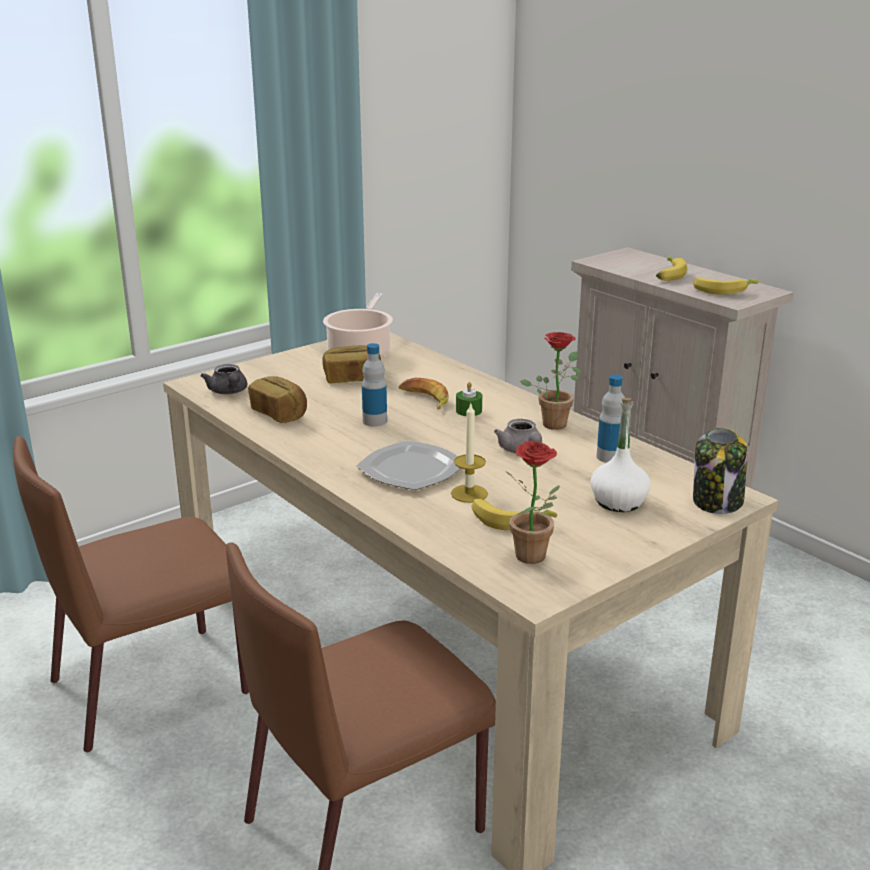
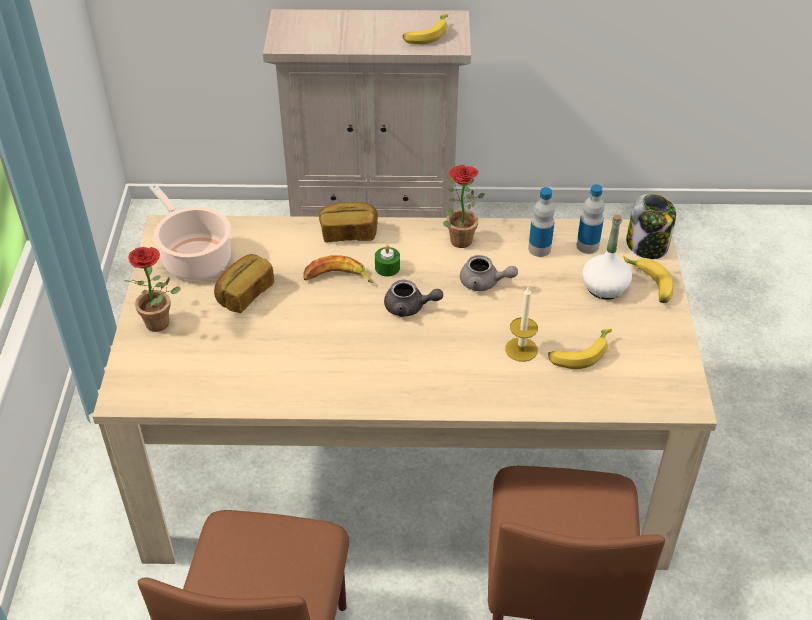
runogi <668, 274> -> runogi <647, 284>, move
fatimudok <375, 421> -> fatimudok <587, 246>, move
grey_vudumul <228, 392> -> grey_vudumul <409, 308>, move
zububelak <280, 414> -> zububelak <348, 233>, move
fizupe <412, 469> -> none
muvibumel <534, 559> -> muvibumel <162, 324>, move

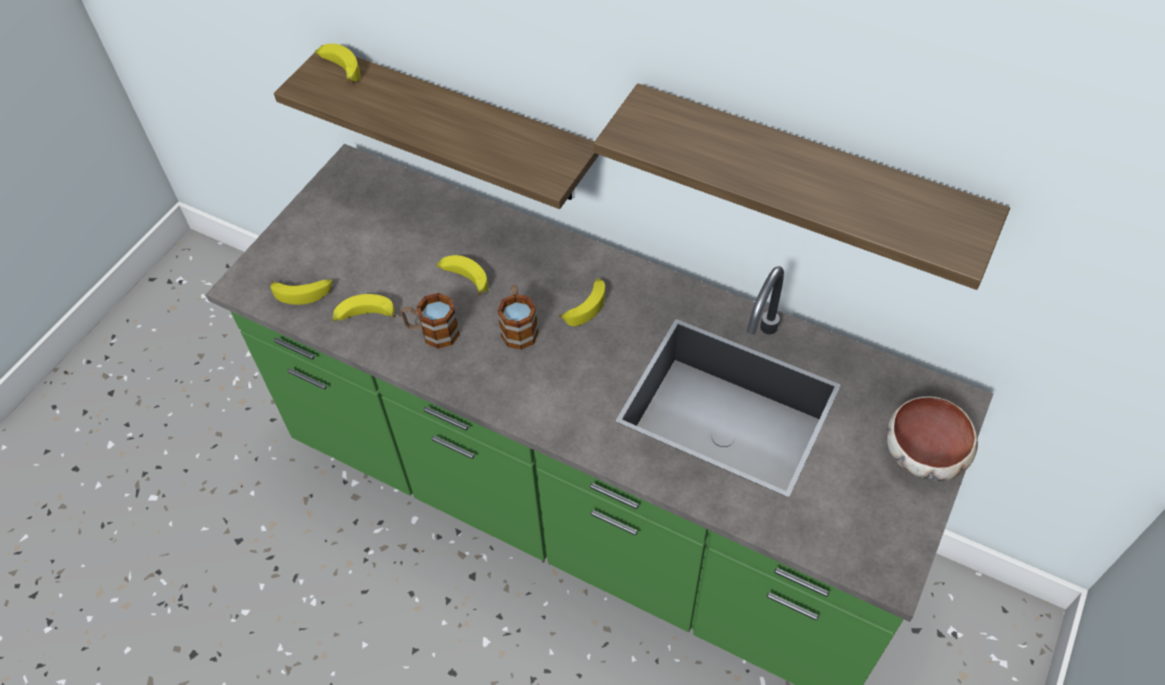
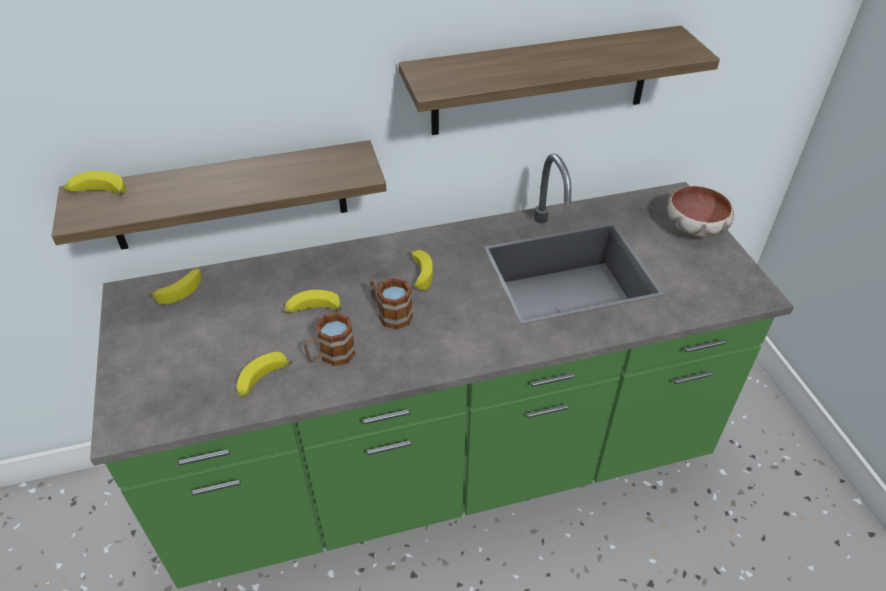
runogi <304, 292> -> runogi <180, 289>, move

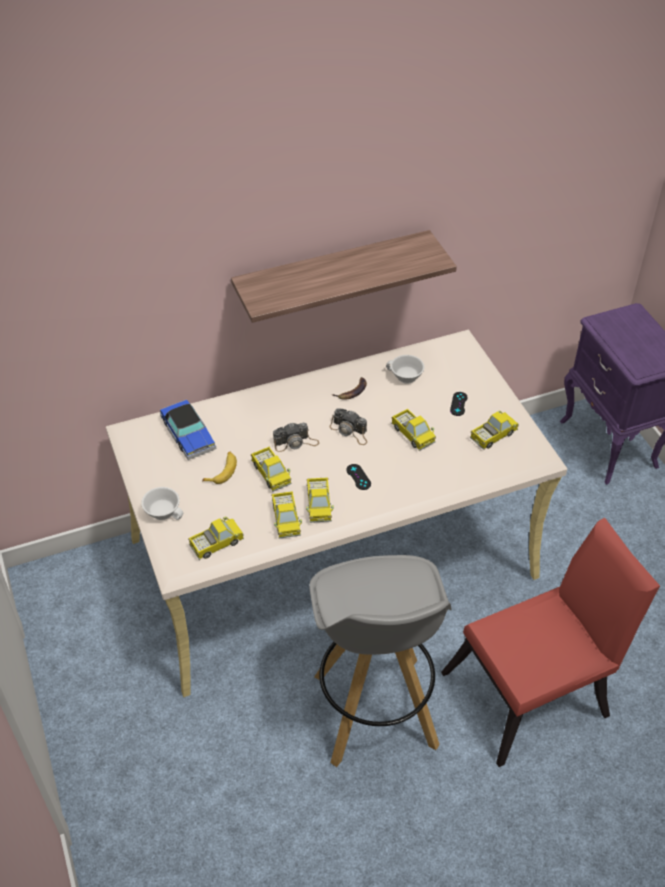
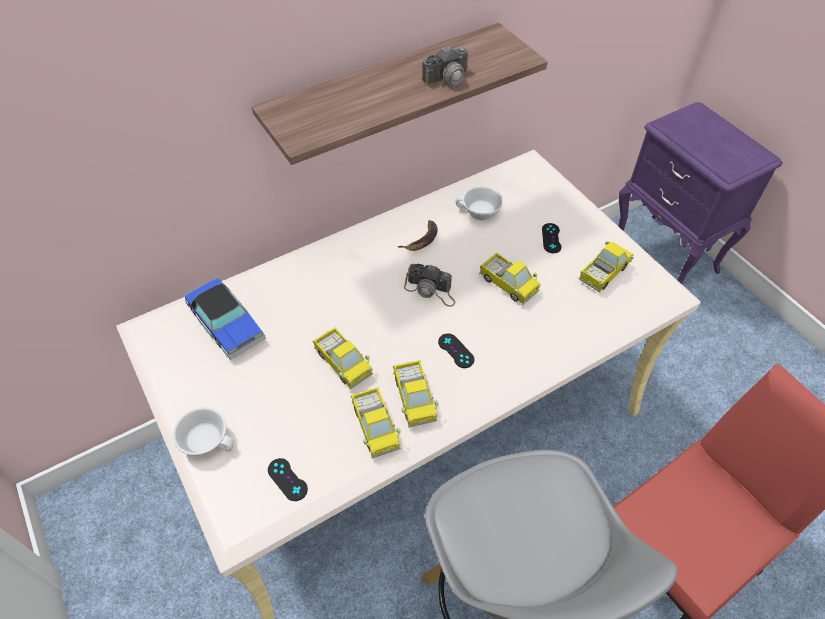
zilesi <296, 442> -> zilesi <453, 78>, move
runogi <222, 471> -> none
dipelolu <216, 544> -> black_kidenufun <287, 479>

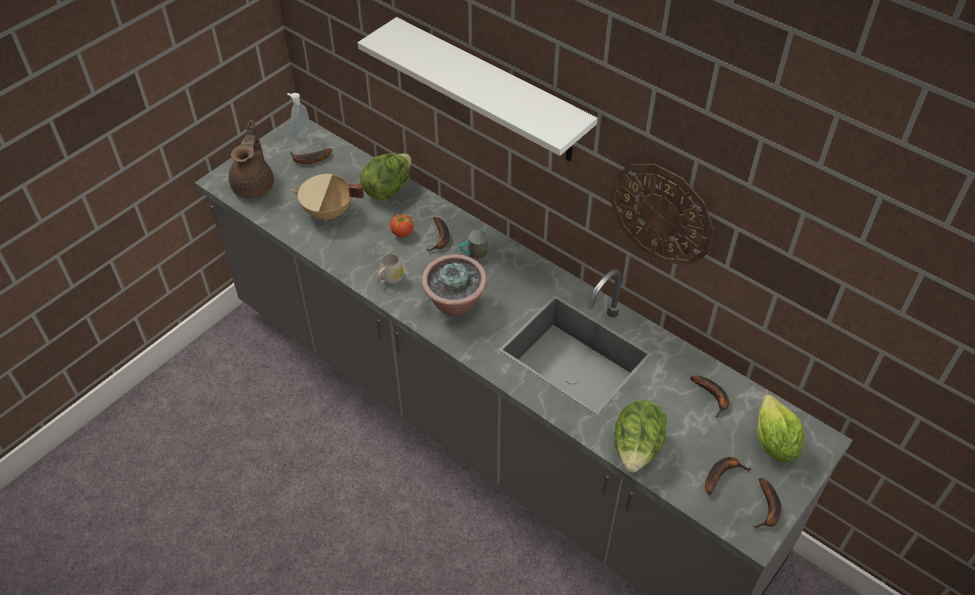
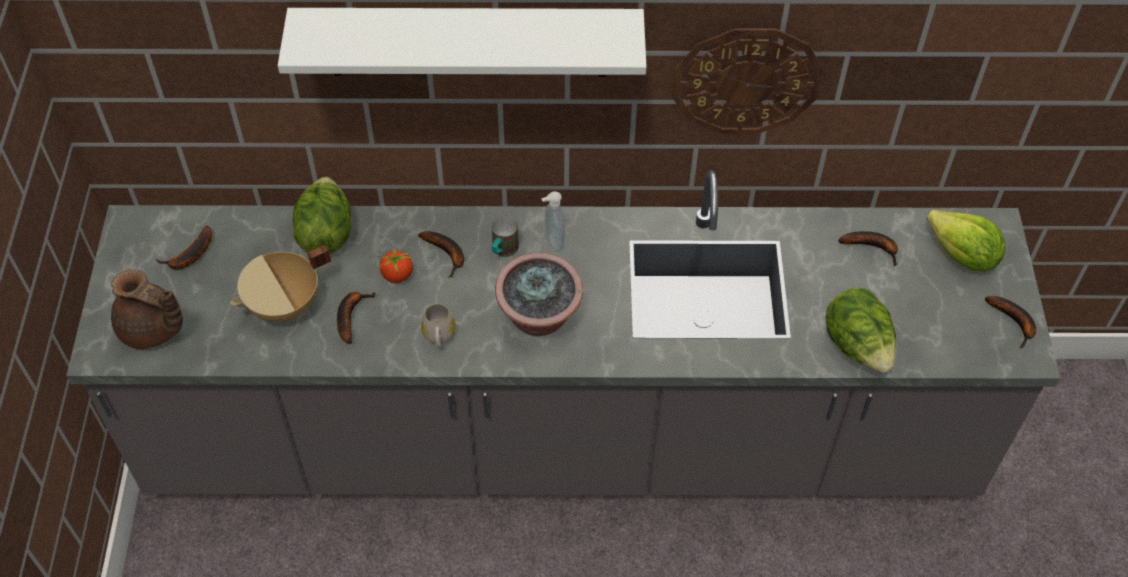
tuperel <301, 133> -> tuperel <552, 242>, move
brown_vudumul <254, 185> -> brown_vudumul <153, 330>, 150 degrees clockwise
runogi <722, 474> -> runogi <350, 316>, move

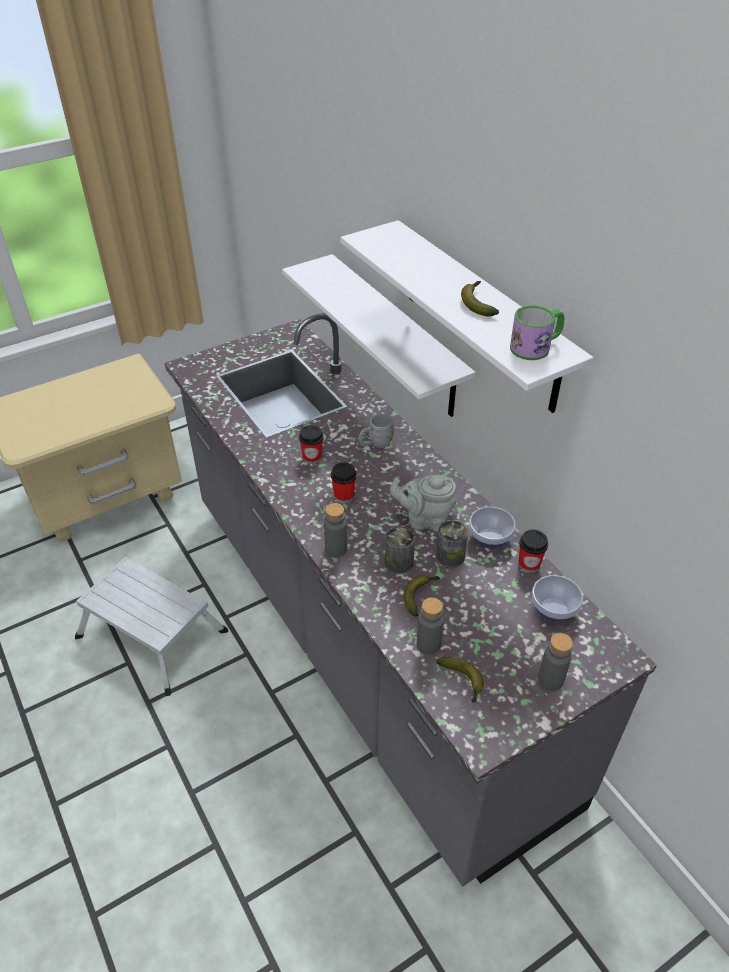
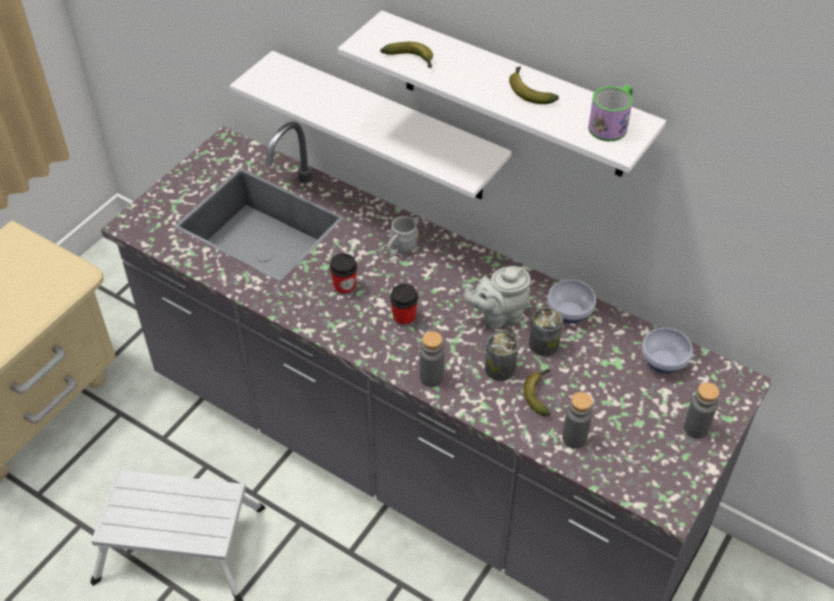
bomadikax <529, 564> -> none
runogi <463, 682> -> runogi <412, 60>, move

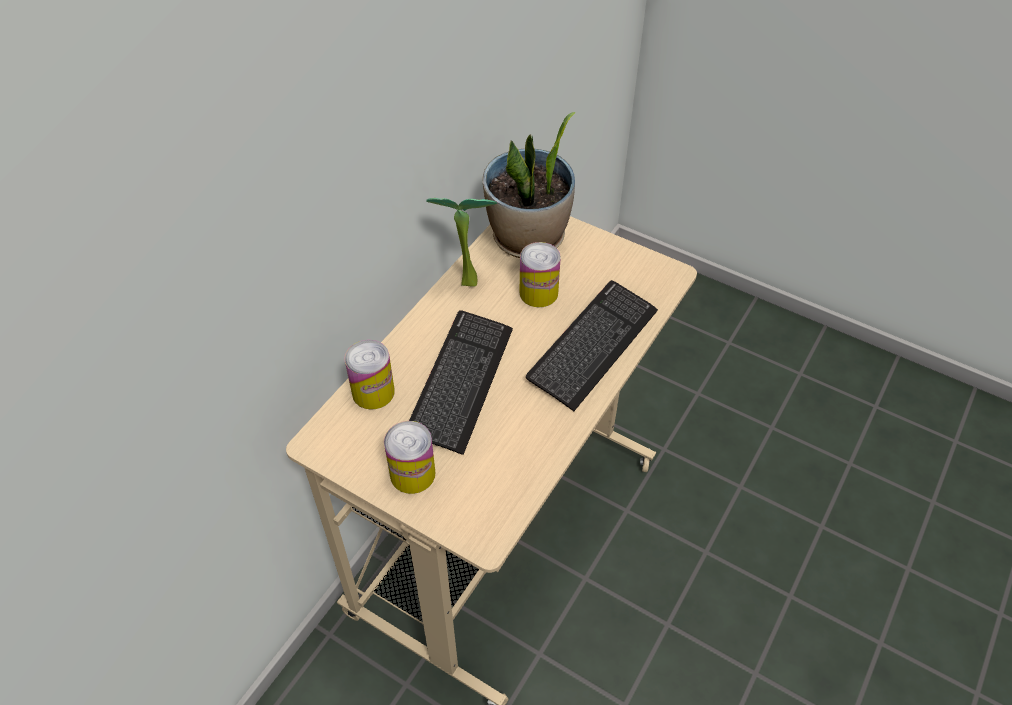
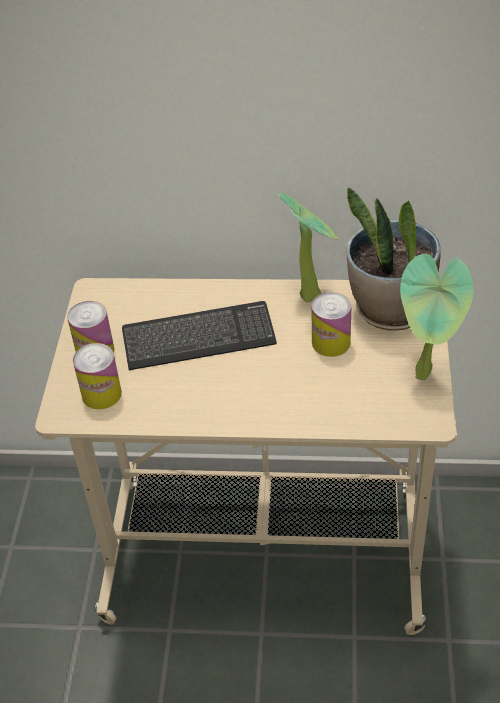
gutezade <593, 346> -> none
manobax <373, 392> -> manobax <101, 394>, move
none -> muvibumel <427, 374>

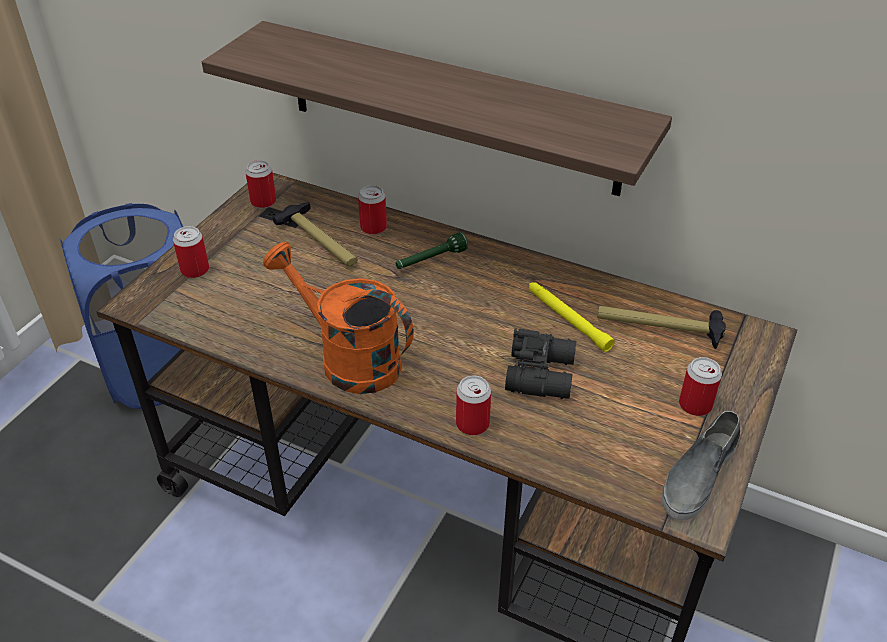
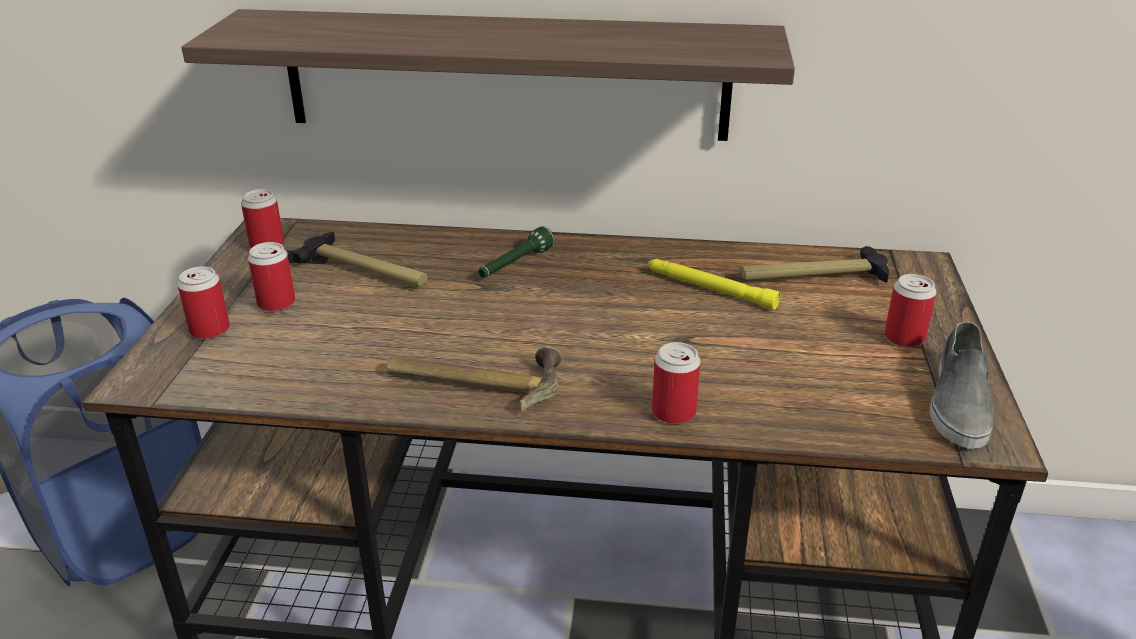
manobax <373, 227> -> manobax <276, 303>, move
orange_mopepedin <348, 359> -> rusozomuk <475, 380>
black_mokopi <542, 373> -> none

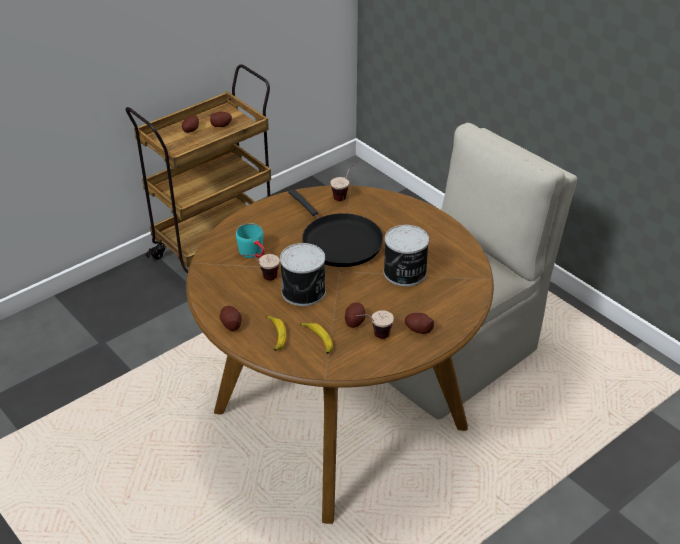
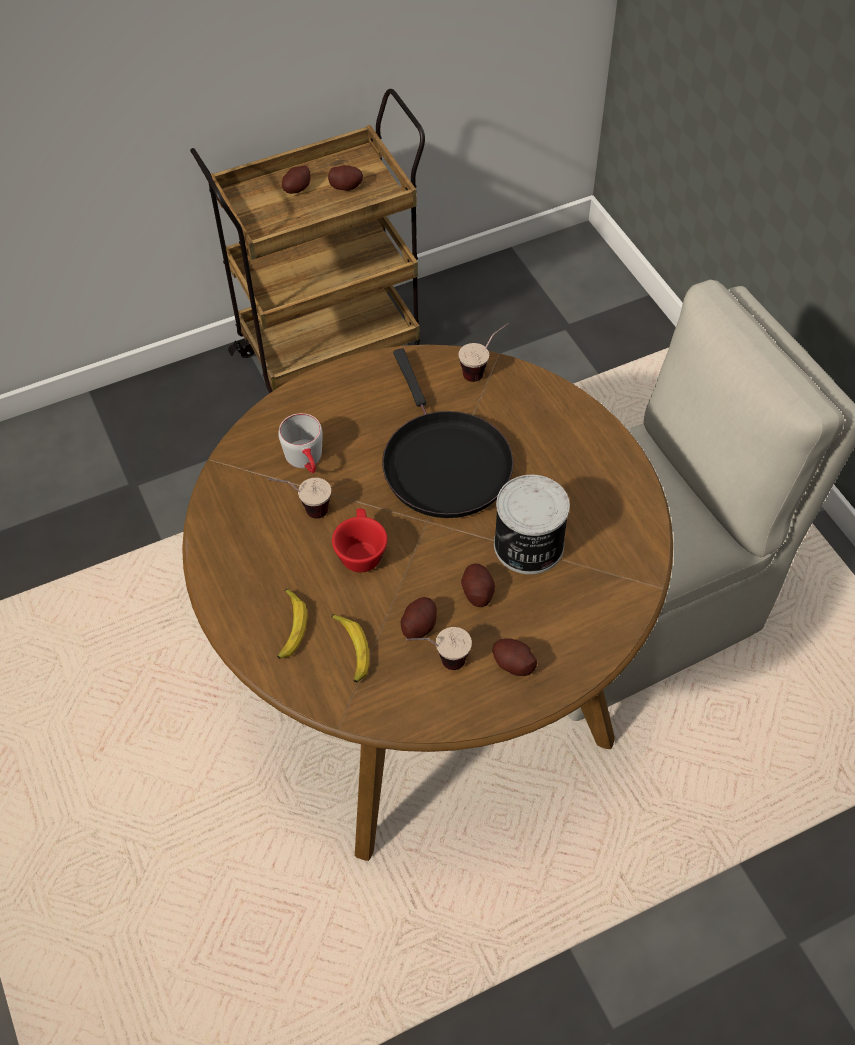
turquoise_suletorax <254, 254> -> grey_suletorax <307, 461>
manobax <304, 292> -> red_bomadikax <360, 551>
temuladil <231, 324> -> temuladil <477, 592>, move

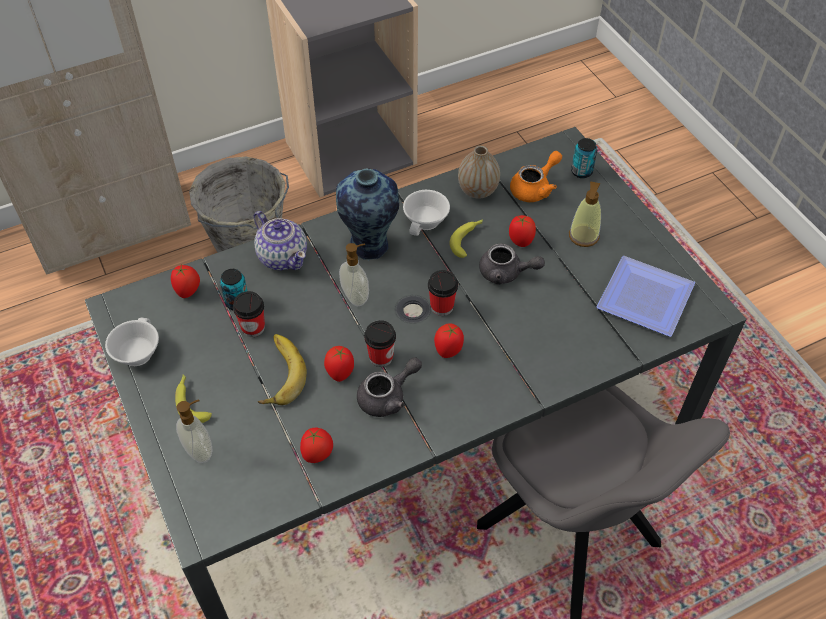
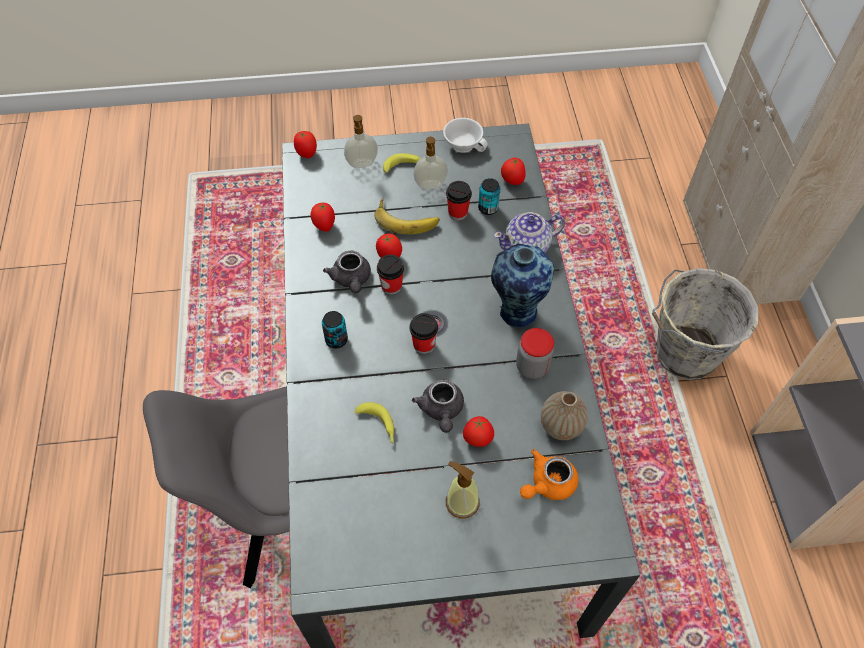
manobax <581, 172> -> manobax <336, 340>, move
orange_vudumul <535, 188> -> orange_vudumul <547, 484>, 75 degrees clockwise
white_bomadikax <427, 222> -> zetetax <532, 367>
runogi <468, 239> -> runogi <378, 425>, move
tuperel <356, 296> -> tuperel <430, 186>, move
grey_vudumul <506, 273> -> grey_vudumul <441, 410>, 45 degrees counterclockwise
fizupe <648, 297> -> none
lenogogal <448, 350> -> lenogogal <306, 153>, move

